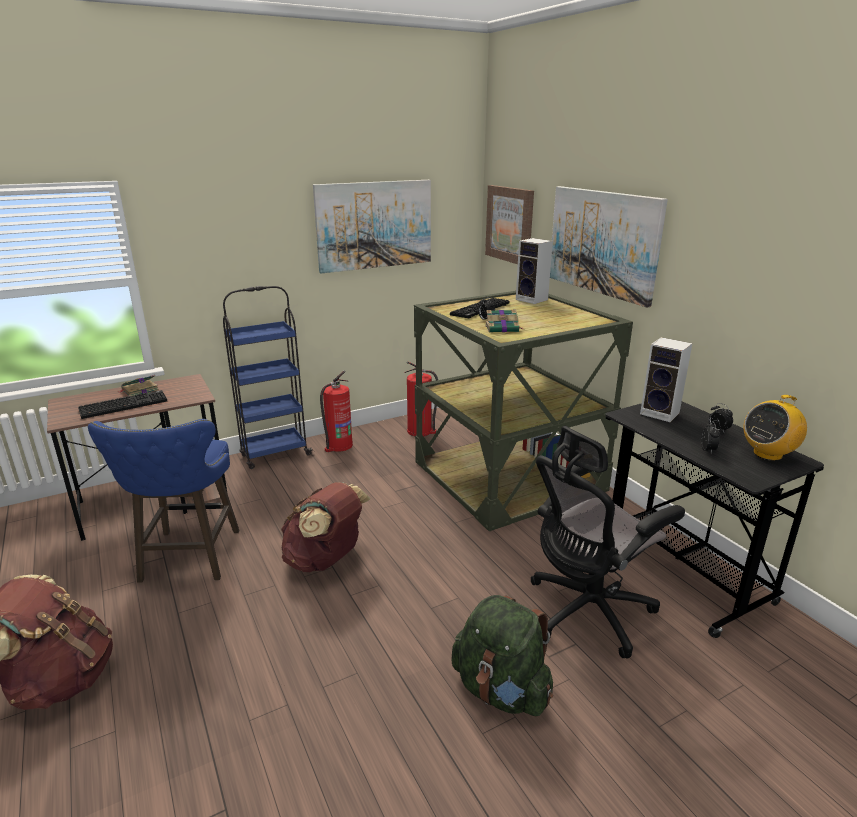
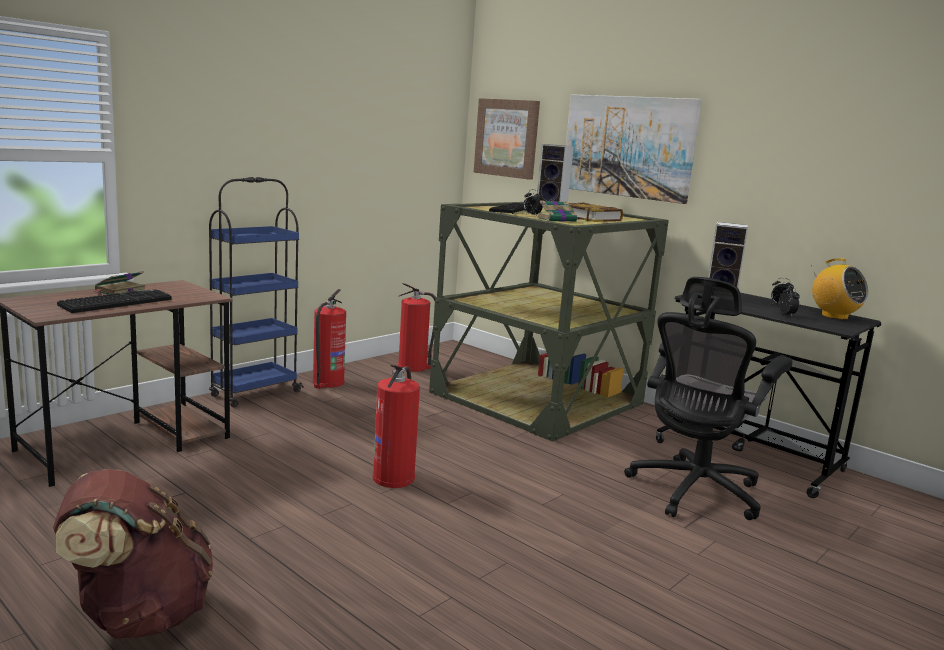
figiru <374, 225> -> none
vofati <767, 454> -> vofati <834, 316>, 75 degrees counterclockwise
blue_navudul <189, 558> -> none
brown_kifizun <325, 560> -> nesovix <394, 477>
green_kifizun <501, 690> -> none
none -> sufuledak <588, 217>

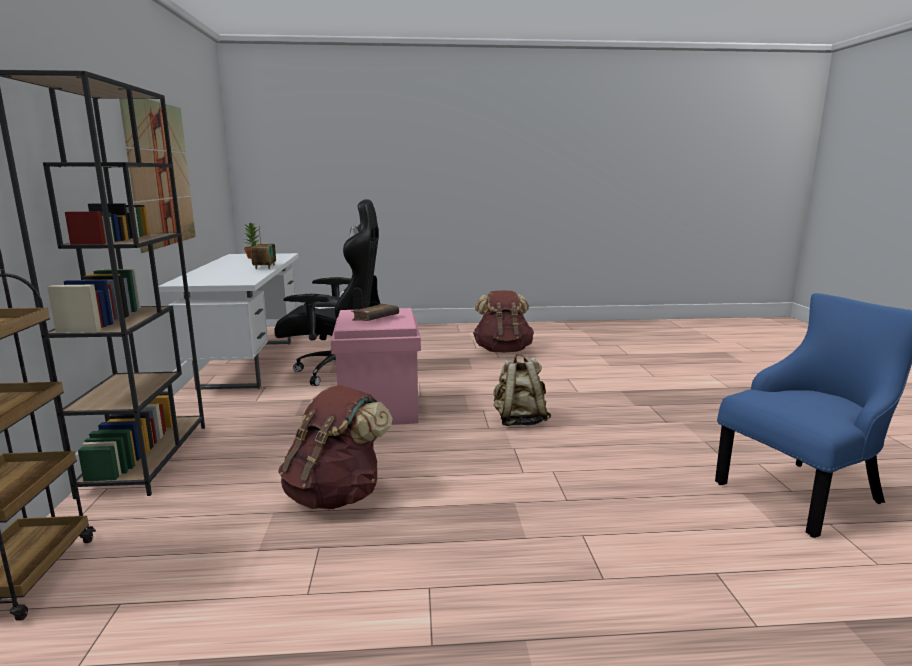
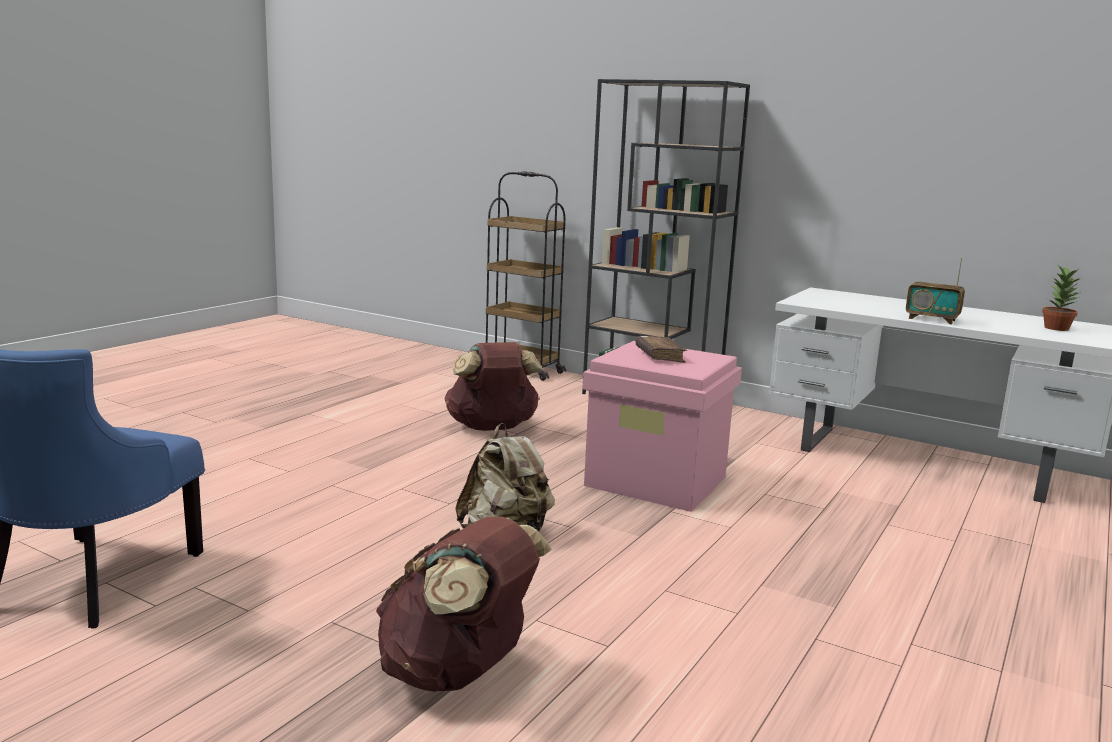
figiru <161, 174> -> none
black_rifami <333, 372> -> none
brown_kifizun <502, 351> -> brown_kifizun <458, 672>, move

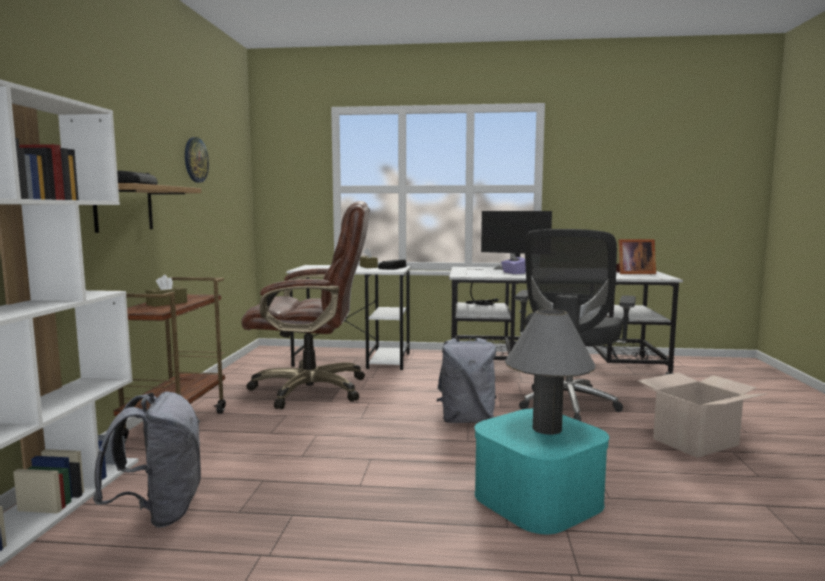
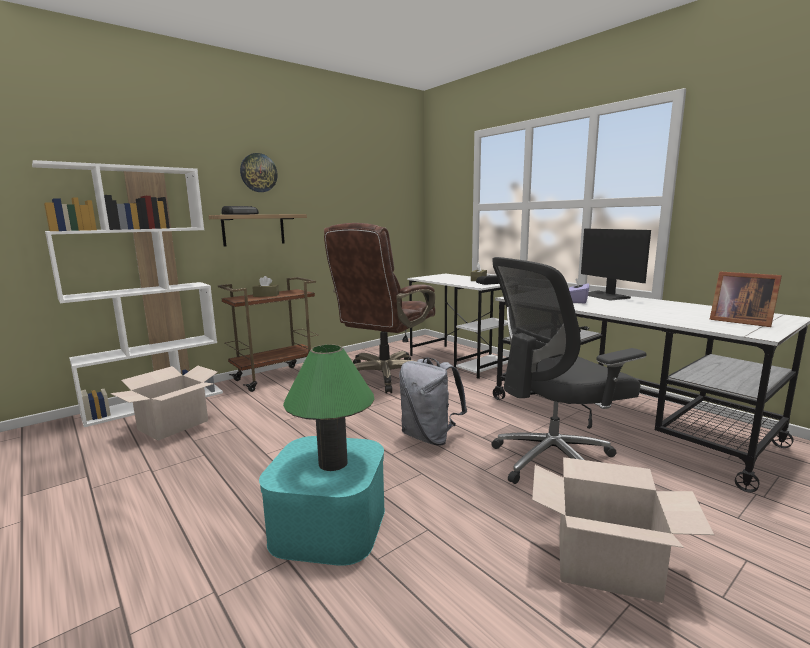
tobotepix <195, 160> -> tobotepix <258, 173>, move
brown_rifami <310, 389> -> brown_rifami <384, 375>, 75 degrees clockwise
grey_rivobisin <547, 429> -> green_rivobisin <333, 463>
grey_kifizun <159, 512> -> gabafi <173, 425>

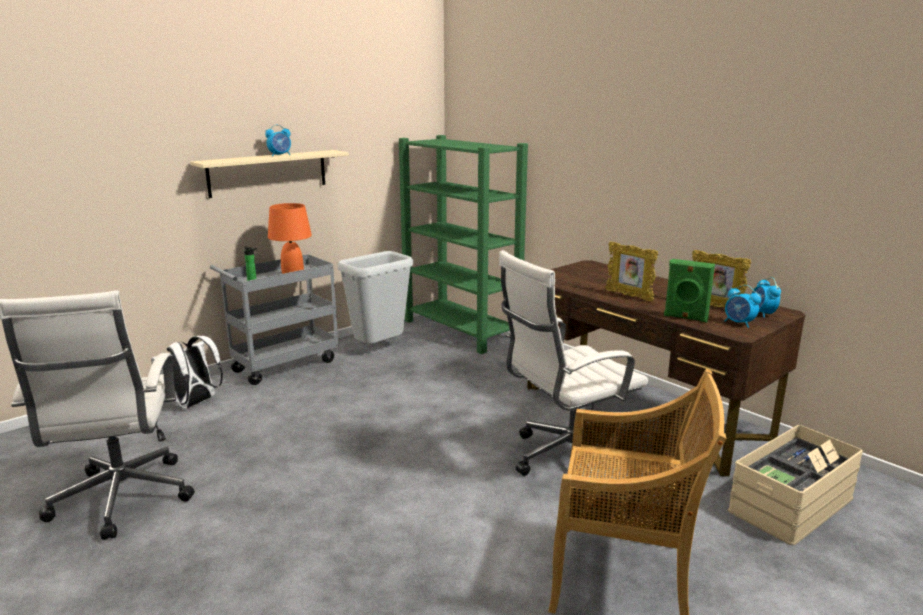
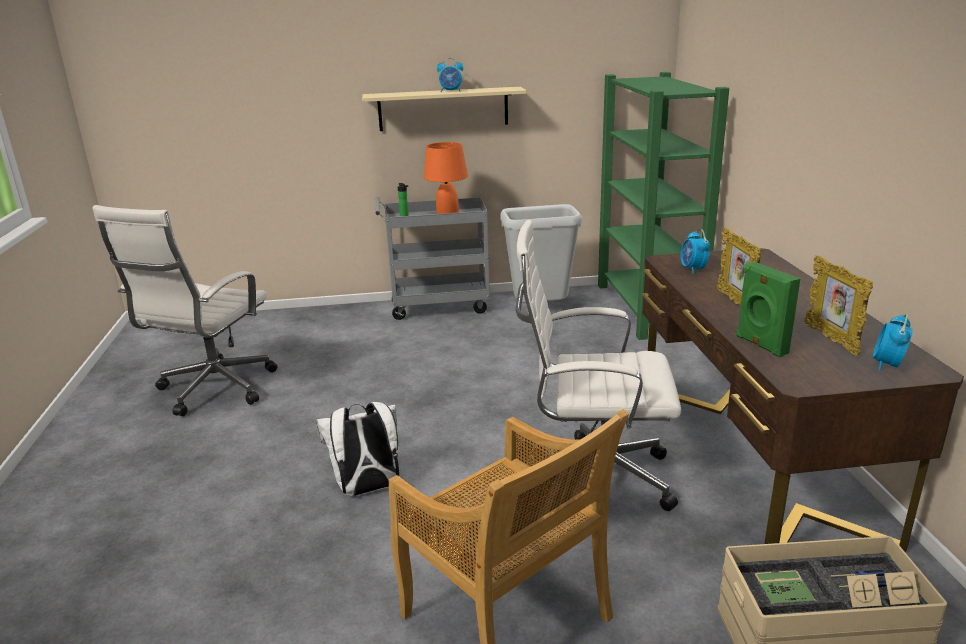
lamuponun <739, 323> -> lamuponun <693, 269>, move
white_kifizun <193, 404> -> white_kifizun <367, 489>, move

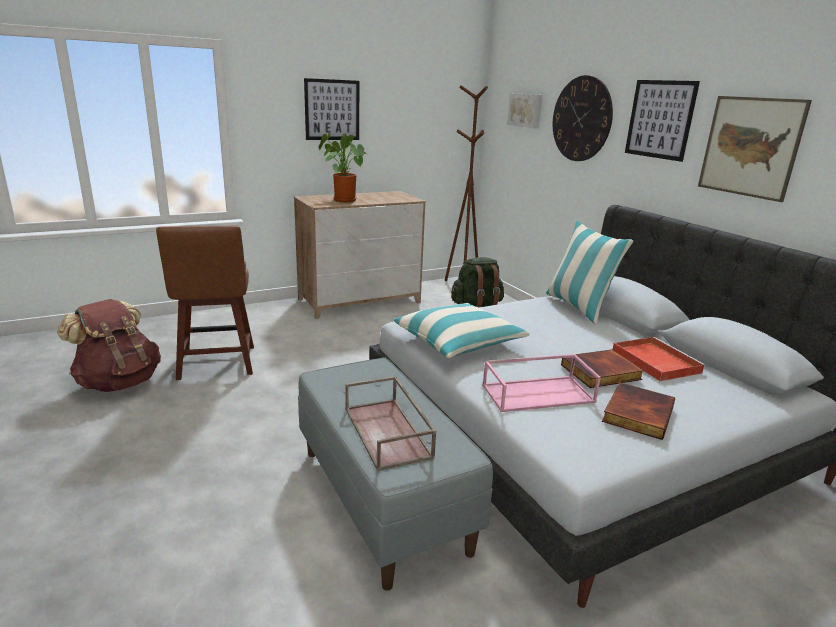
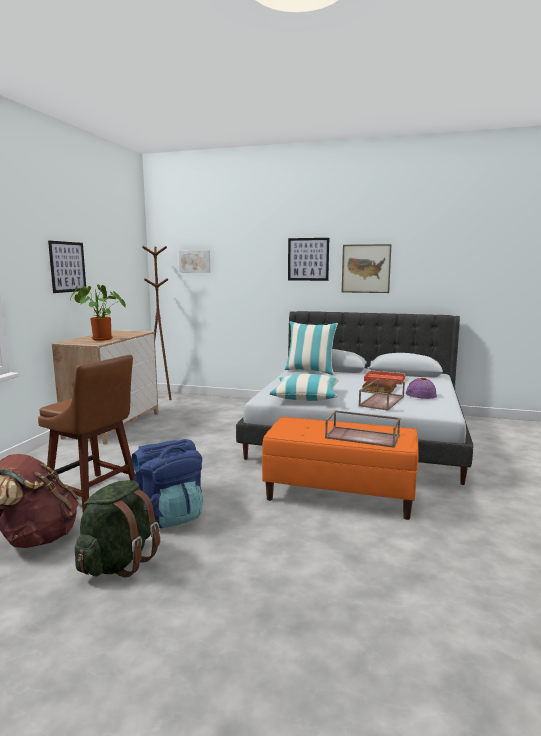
tobotepix <581, 119> -> none
green_kifizun <477, 307> -> green_kifizun <118, 562>, move
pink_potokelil <538, 393> -> brown_potokelil <381, 401>
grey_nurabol <383, 499> -> orange_nurabol <340, 495>
sufuledak <636, 413> -> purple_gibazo <420, 395>
none -> blue_kifizun <170, 515>

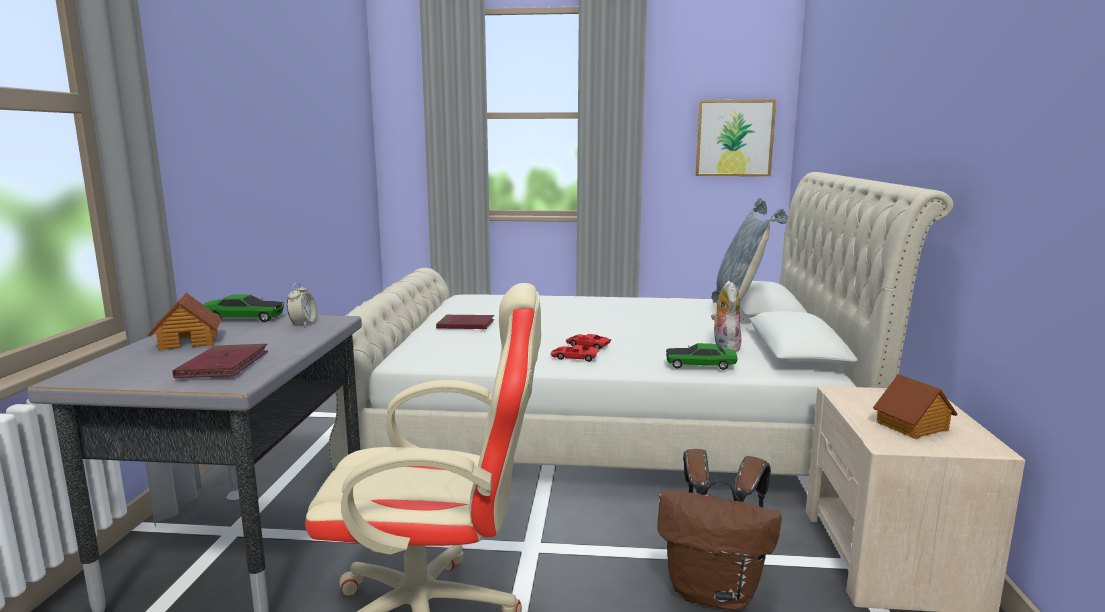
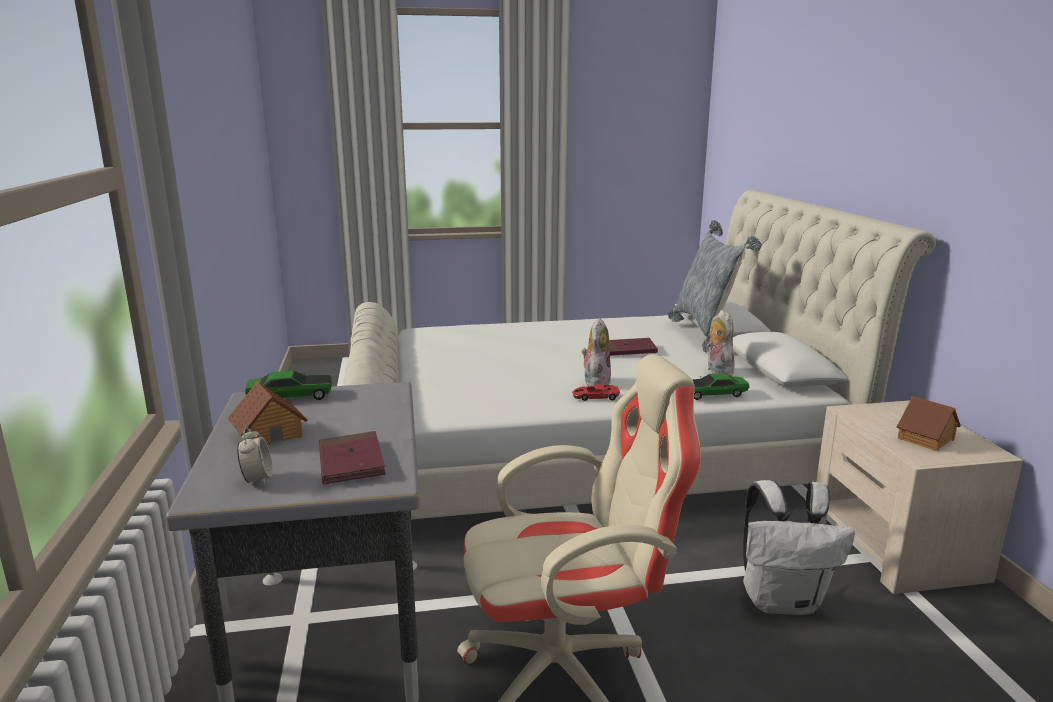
figiru <734, 138> -> none
lamuponun <303, 324> -> lamuponun <257, 479>, move
red_sufuledak <465, 325> -> red_sufuledak <629, 350>, move
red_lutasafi <587, 345> -> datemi <595, 381>
brown_kifizun <714, 592> -> white_kifizun <782, 601>

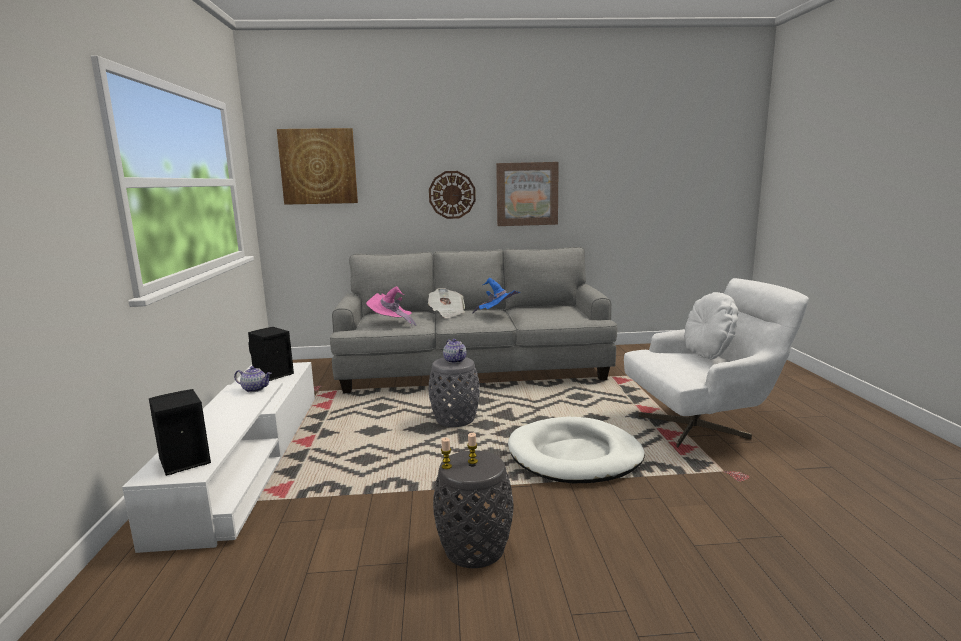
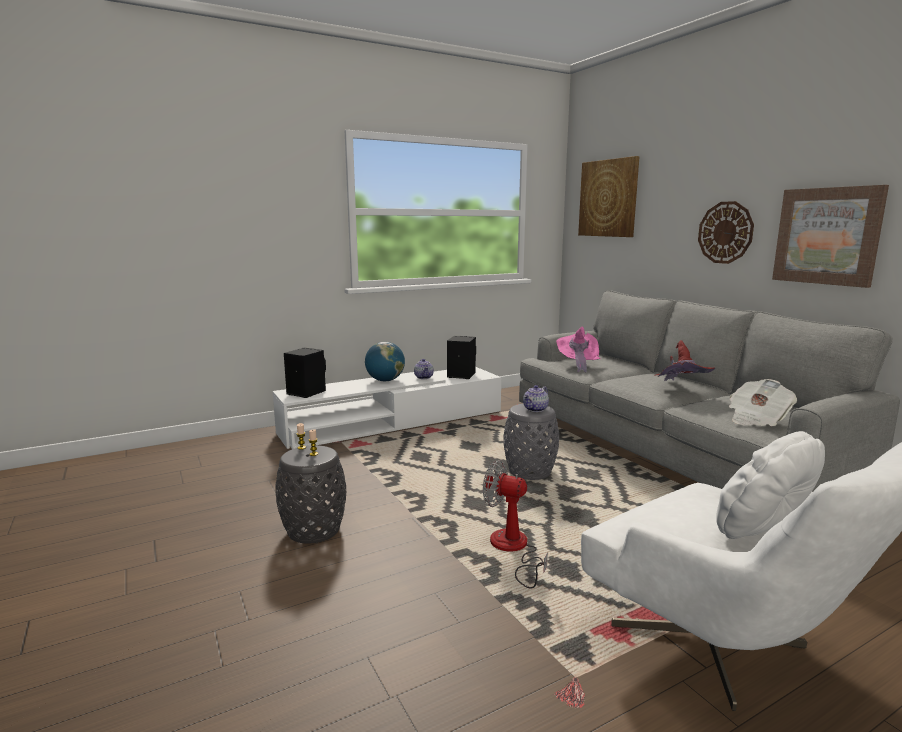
blue_gibazo <498, 315> -> red_gibazo <681, 390>
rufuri <447, 313> -> rufuri <757, 419>, move
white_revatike <575, 455> -> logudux <513, 549>
none -> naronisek <385, 380>

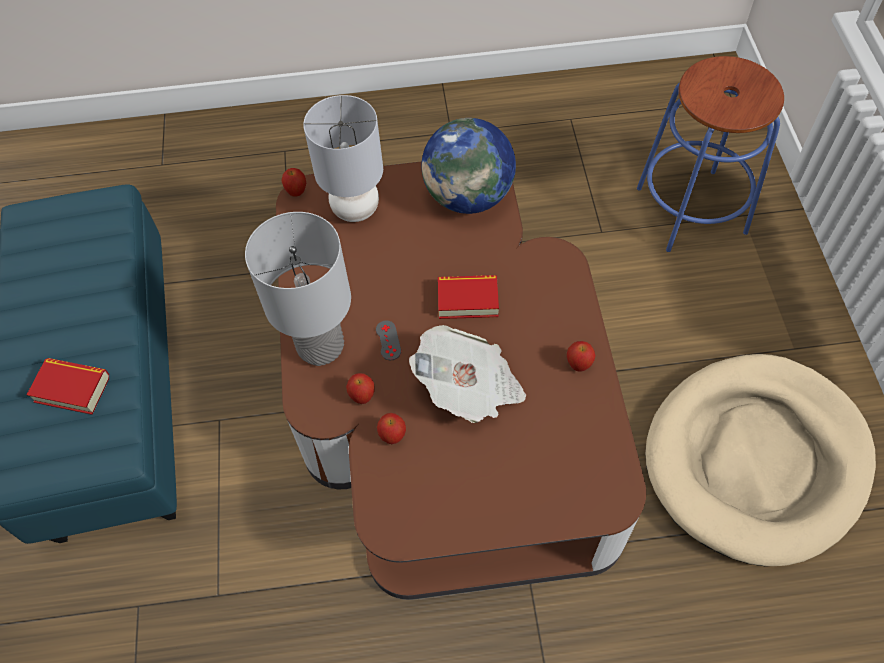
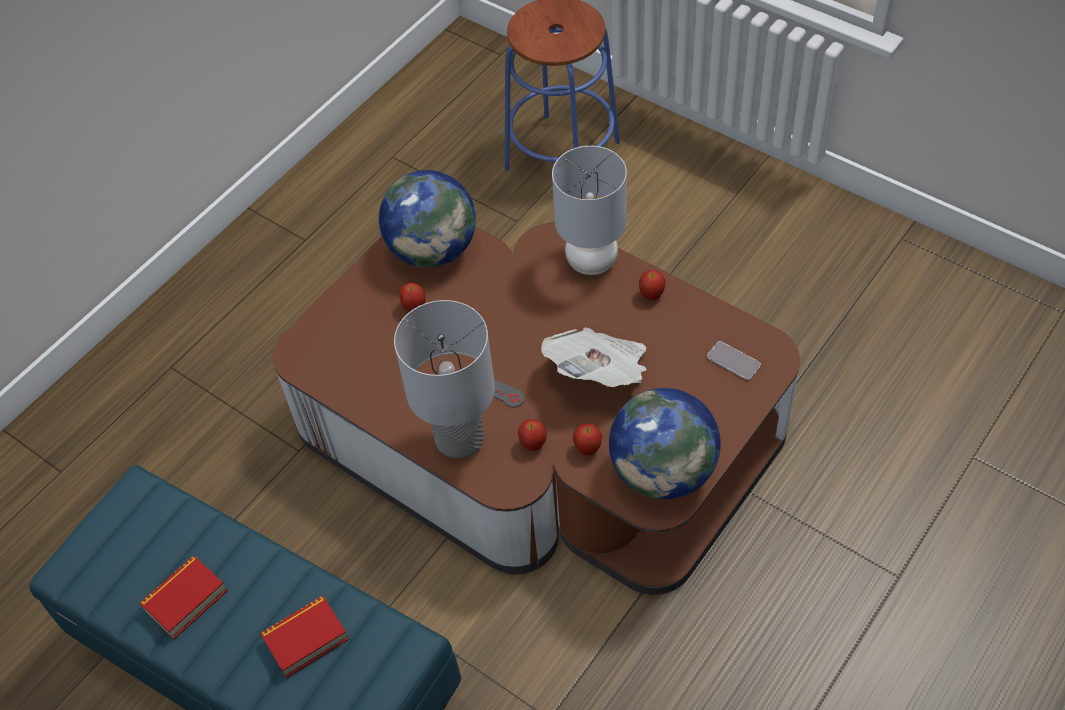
grey_rivobisin <355, 209> -> grey_rivobisin <591, 262>, move
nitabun <296, 192> -> nitabun <414, 308>, move
sufuledak <467, 300> -> sufuledak <185, 600>, move
beige_revatike <756, 459> -> none
none -> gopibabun <733, 361>
none -> naronisek <663, 471>

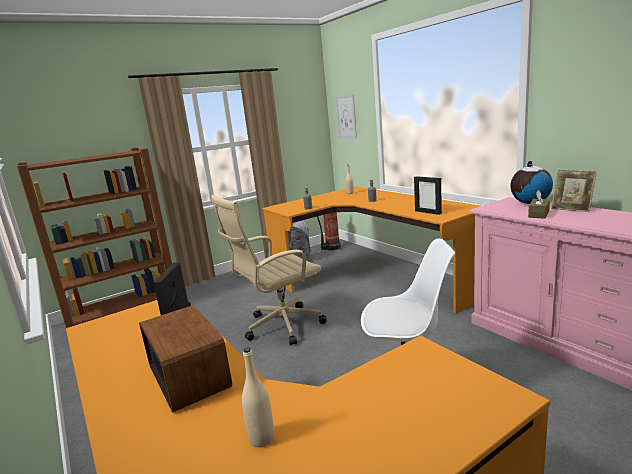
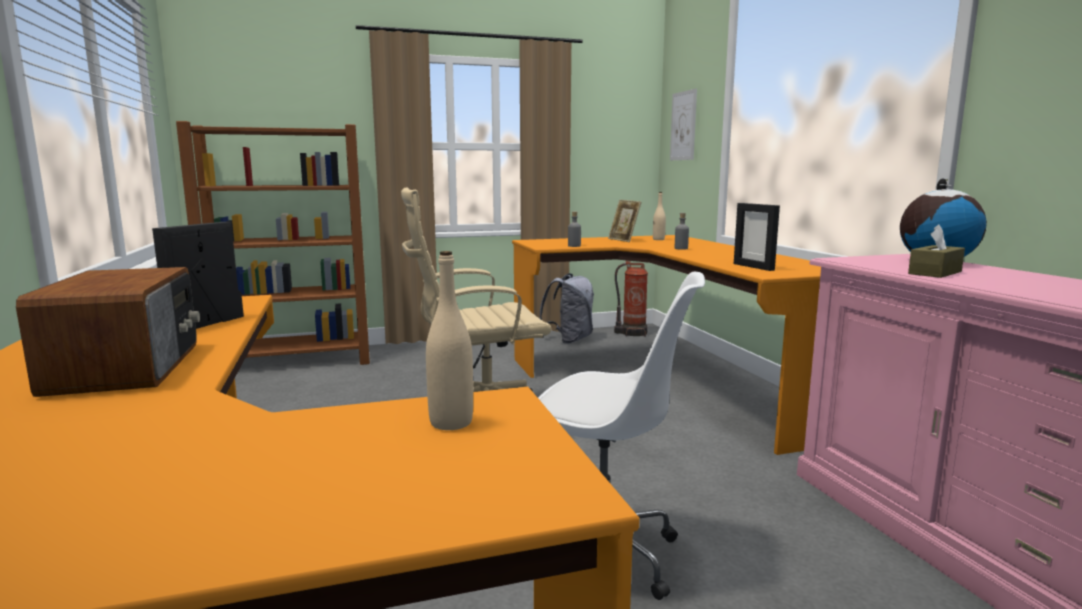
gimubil <571, 209> -> gimubil <623, 240>, move
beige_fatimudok <262, 438> -> beige_fatimudok <451, 422>, move

